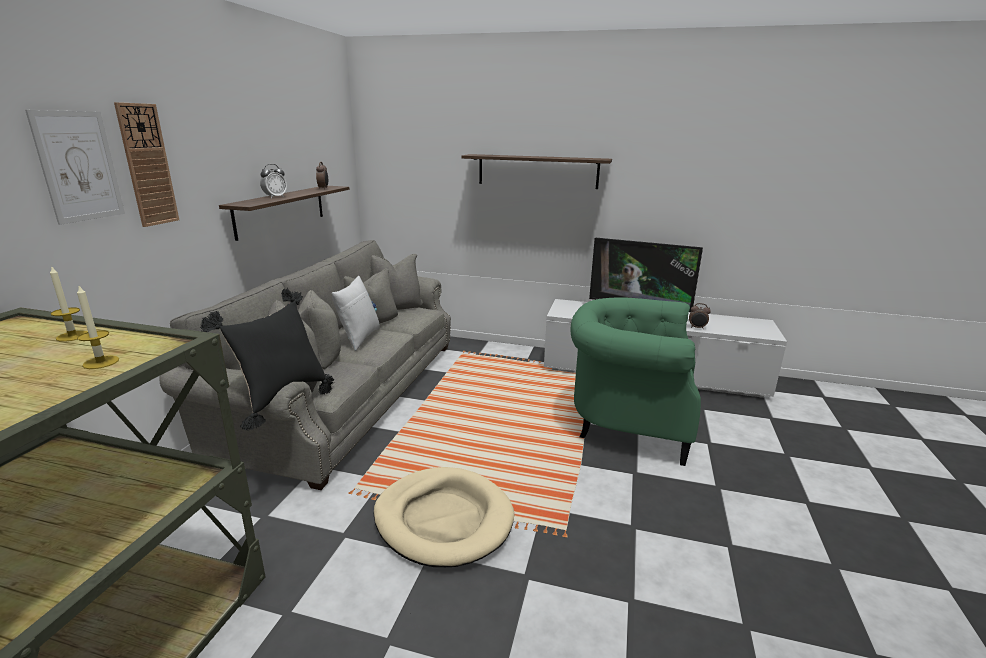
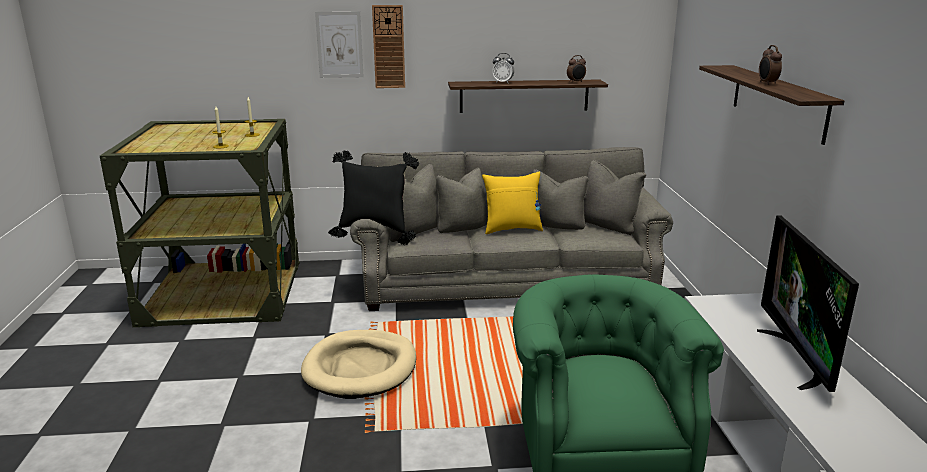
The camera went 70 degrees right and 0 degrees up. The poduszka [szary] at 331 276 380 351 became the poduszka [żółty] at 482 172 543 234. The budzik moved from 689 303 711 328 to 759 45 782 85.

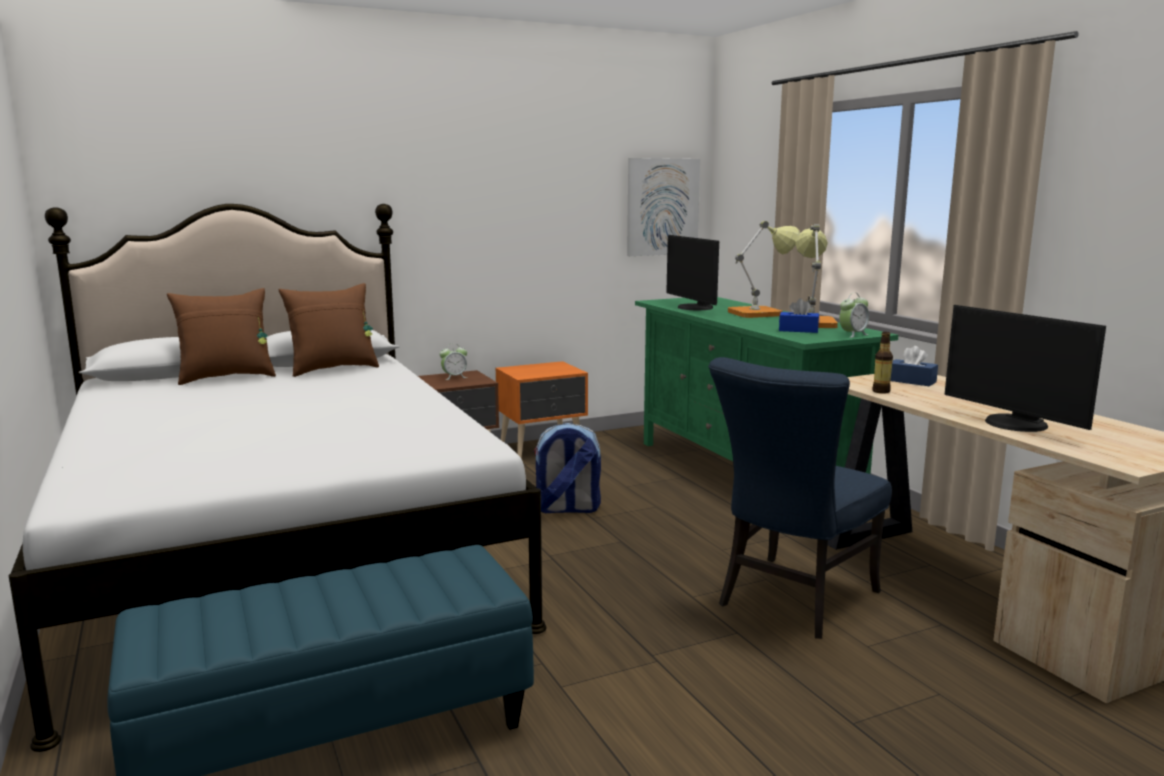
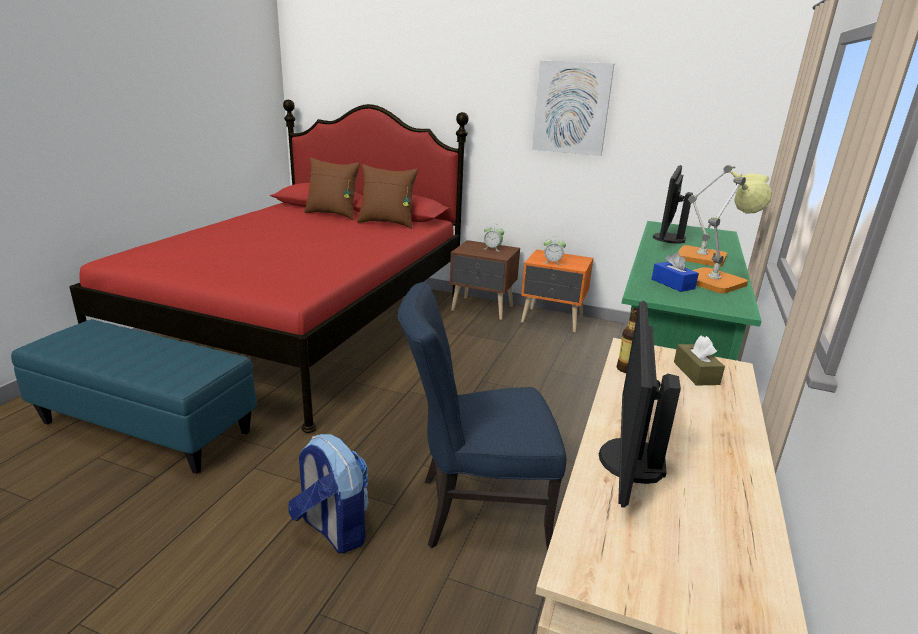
The camera went 45 degrees right and 10 degrees up. The łóżko [biały] at 8 204 547 752 became the łóżko [czerwony] at 69 100 469 433. The plecak moved from 534 423 601 513 to 288 434 369 553. The obraz moved from 627 158 700 256 to 532 61 614 156. The budzik moved from 839 293 869 338 to 544 236 566 265. The pudełko chusteczek [niebieski] at 890 346 938 386 became the pudełko chusteczek [brązowy] at 674 336 725 386.

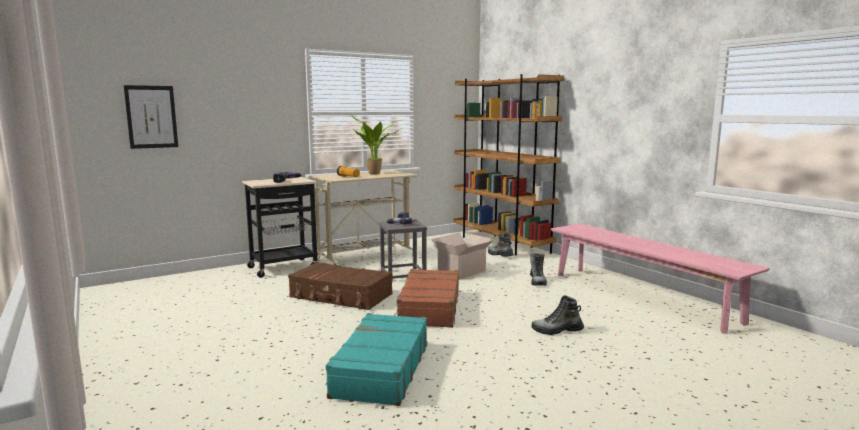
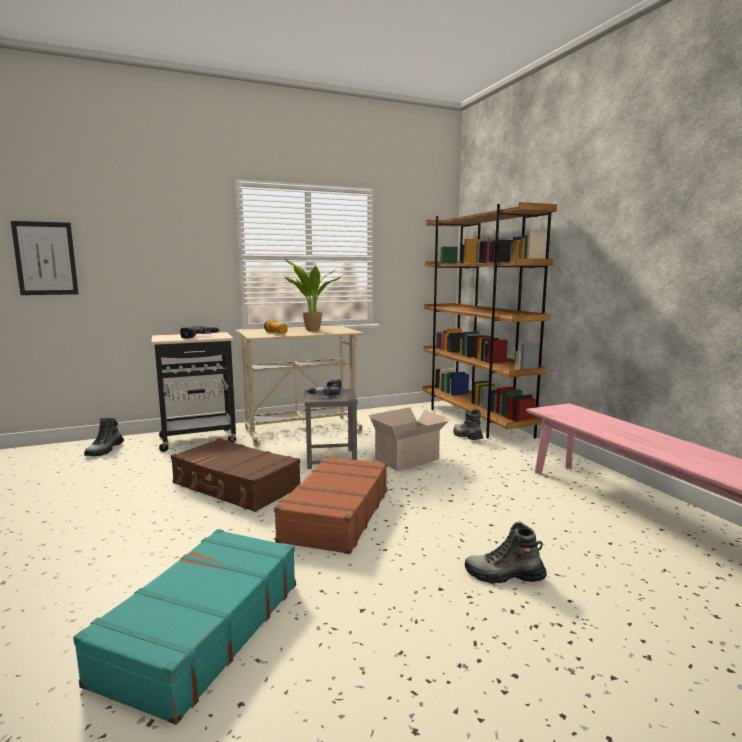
The camera went 10 degrees right and 0 degrees up. The but z cholewką moved from 530 254 547 286 to 84 418 124 456.

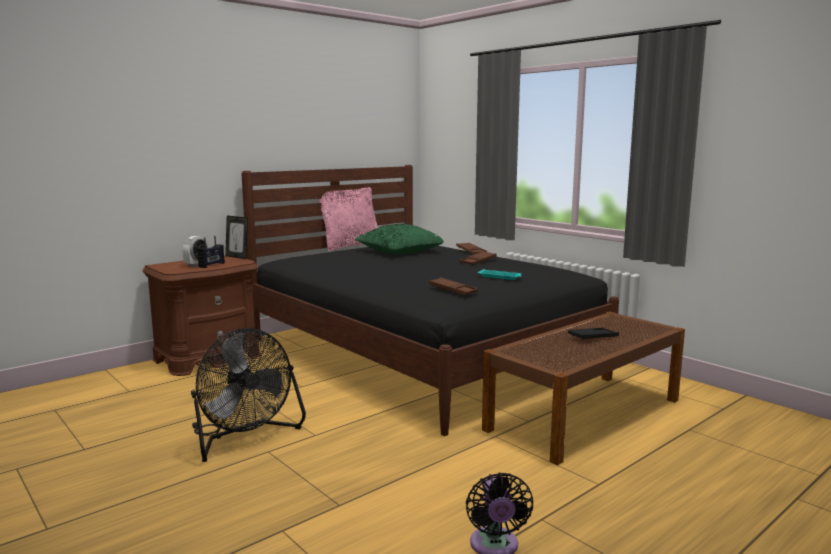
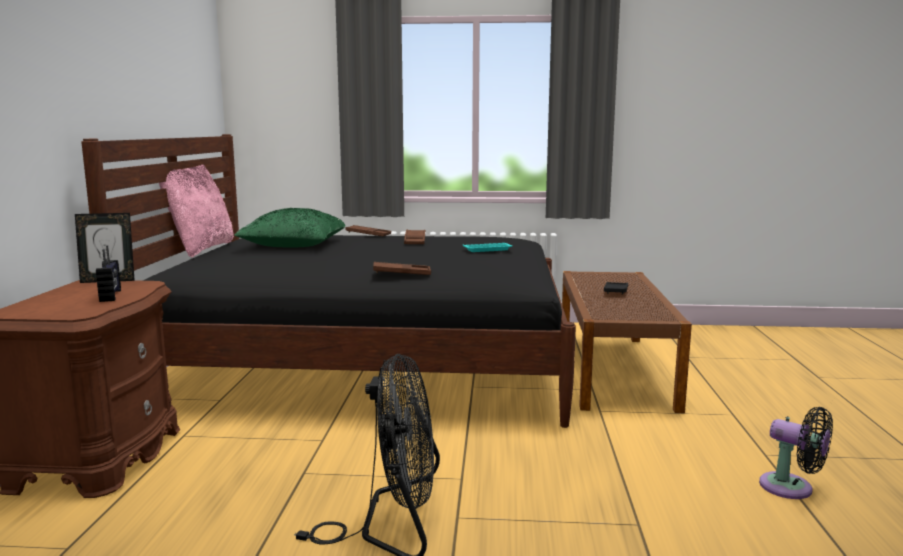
The camera went 45 degrees left and 0 degrees up. The taca [brązowy] moved from 429 278 478 295 to 373 262 431 275. The budzik at 182 236 208 267 disappeared.

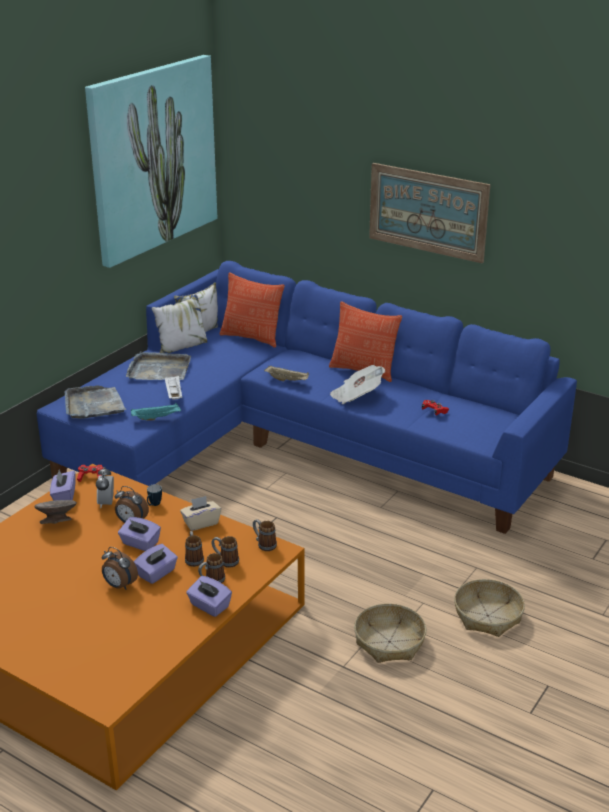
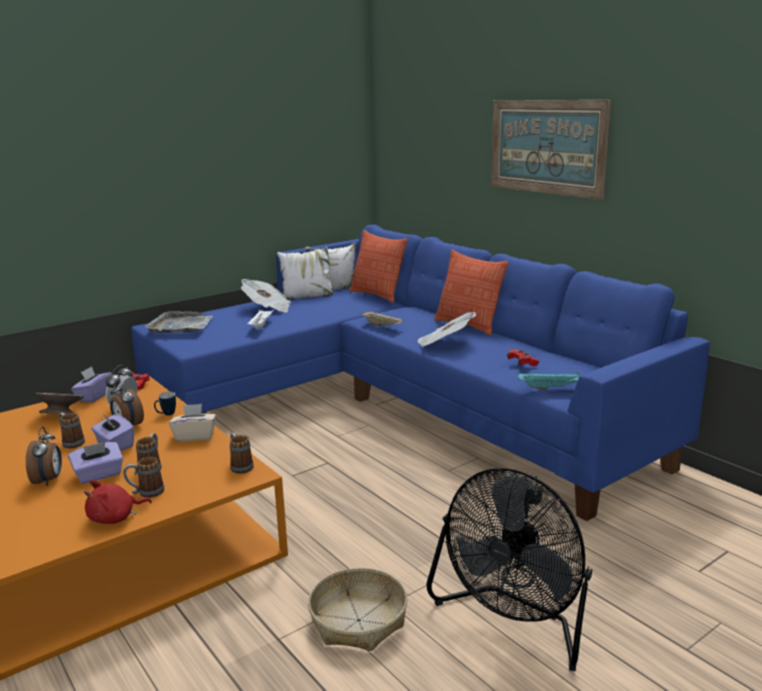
The camera went 20 degrees right and 10 degrees down. The budzik at 102 547 138 590 turned 150 degrees counterclockwise. The kubek moved from 212 536 239 568 to 59 412 85 448. The pudełko chusteczek [fioletowy] at 186 576 232 617 was replaced by the pluszak [czerwony] at 84 480 152 524. The taca [szary] at 126 351 191 380 was replaced by the gazeta at 241 279 291 312. The koszyk at 454 579 525 637 was replaced by the wentylator [czarny] at 427 468 592 671. The taca [turkusowy] moved from 131 403 181 421 to 518 372 580 390. The obraz at 85 55 217 268 disappeared.

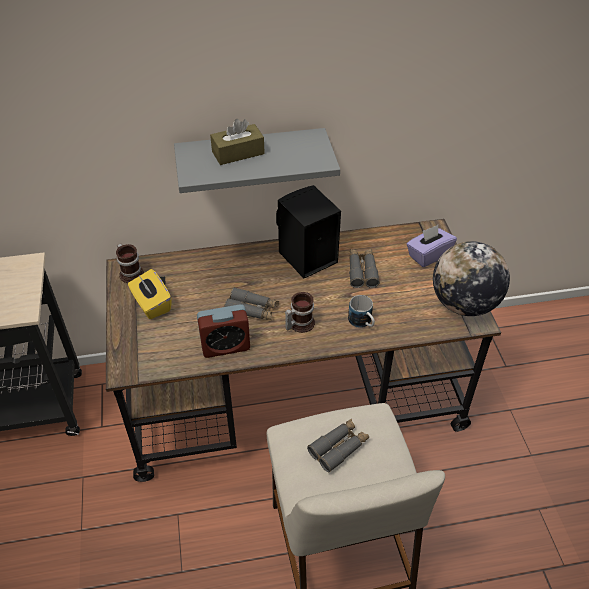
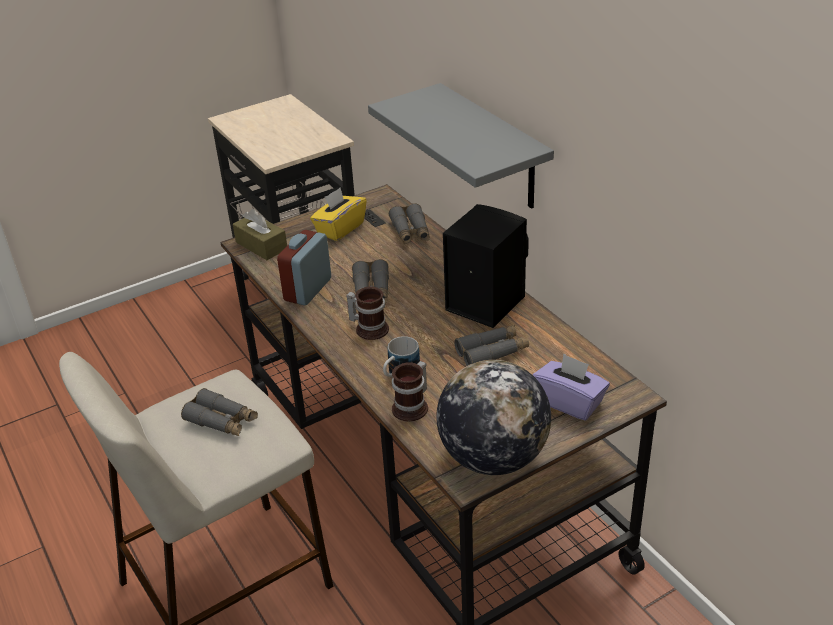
The camera went 70 degrees right and 10 degrees down. The pudełko chusteczek [brązowy] moved from 210 119 265 165 to 233 209 287 260. The budzik at 197 304 250 358 turned 60 degrees clockwise. The lornetka [szary] at 389 203 430 244 appeared. The kubek moved from 116 244 144 283 to 392 361 428 422.

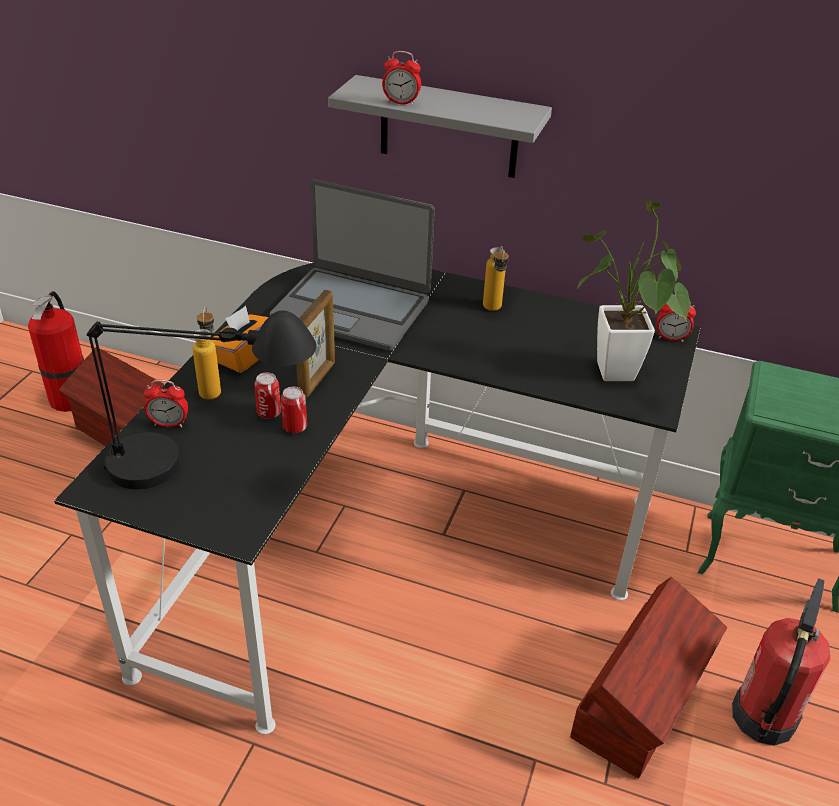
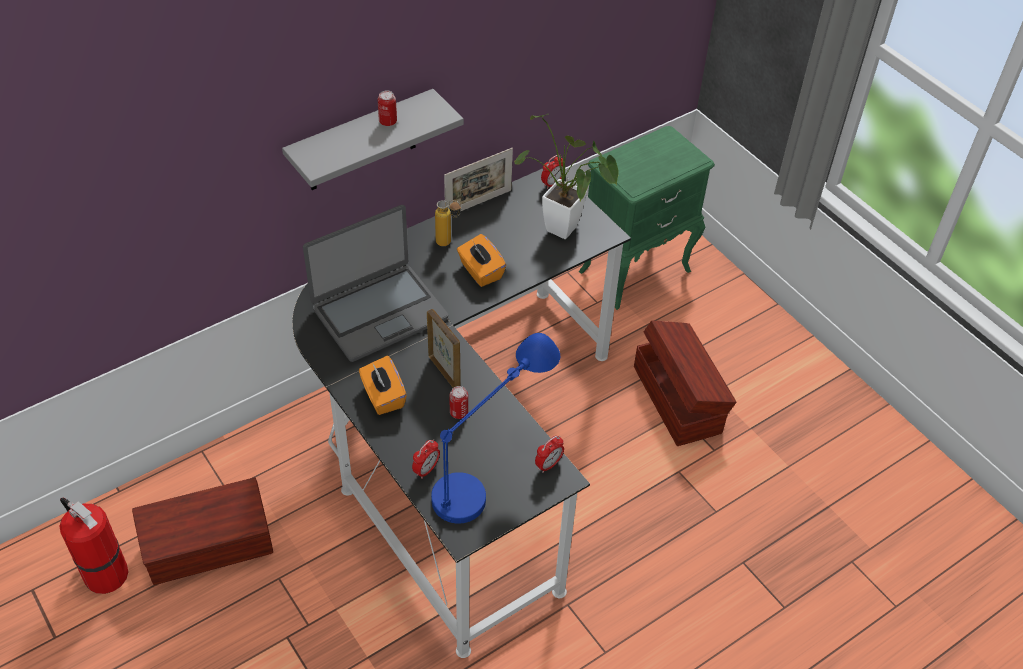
The camera went 55 degrees left and 10 degrees up. The puszka moved from 281 387 307 433 to 378 90 397 126. The lampa stołowa [czarny] at 86 310 317 489 became the lampa stołowa [niebieski] at 431 333 560 524. The ramka na zdjęcie at 444 148 513 212 appeared. The pudełko chusteczek [pomarańczowy] at 457 234 506 287 appeared. The budzik moved from 382 51 421 106 to 535 436 564 473. The butelka at 193 306 221 399 disappeared. The gaśnica at 732 578 830 746 disappeared.

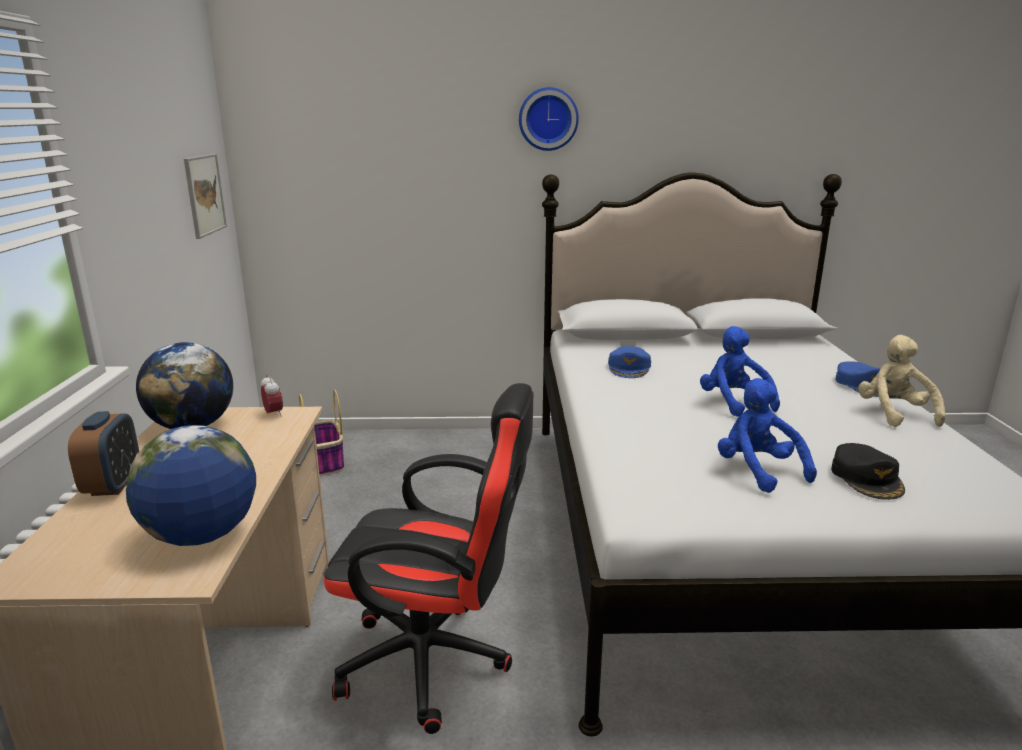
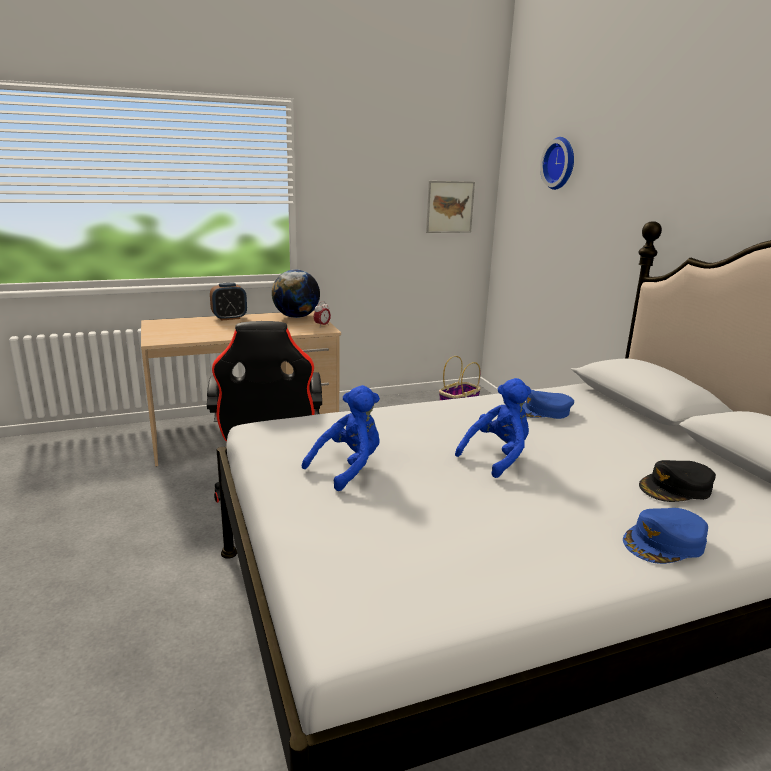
The camera went 70 degrees right and 0 degrees up. The zegar ścienny moved from 519 87 579 151 to 540 137 574 190. The czapka z daszkiem [czarny] moved from 831 443 905 500 to 639 460 716 502. The globus at 126 425 256 546 disappeared. The pluszak [beżowy] at 858 335 946 427 disappeared.

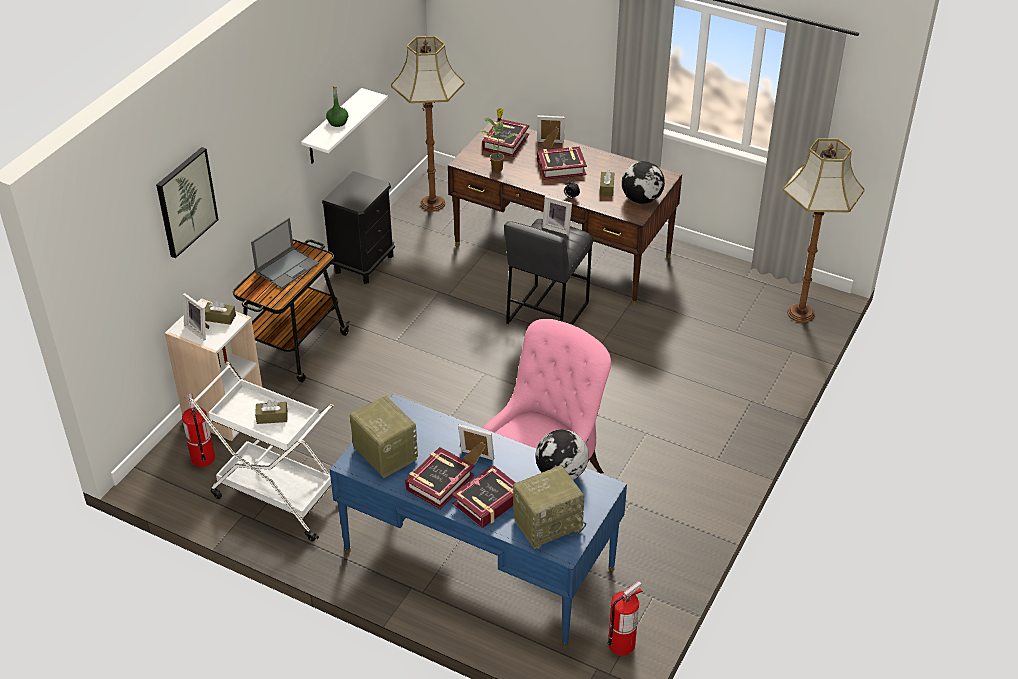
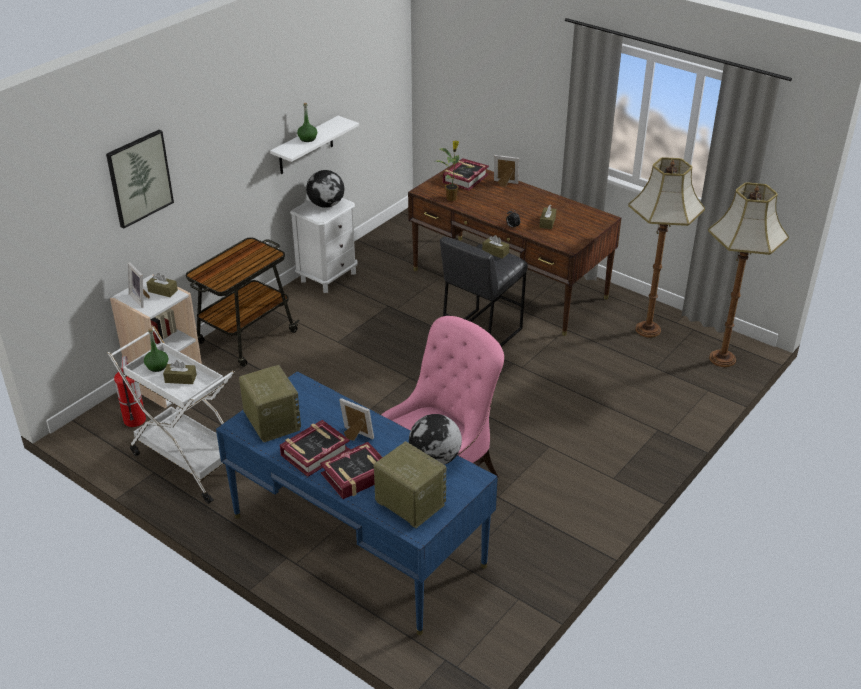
The camera went 10 degrees right and 5 degrees down. The butelka [zielony] at 144 328 169 372 appeared. The szafka nocna [czarny] at 322 171 395 284 became the szafka nocna [biały] at 290 198 358 293. The globus moved from 622 161 665 204 to 306 170 344 208. The radio at 513 465 586 549 turned 120 degrees counterclockwise. The ramka na zdjęcie at 542 196 572 235 was replaced by the pudełko chusteczek [brązowy] at 482 235 509 259. The lampa stojąca moved from 391 36 465 212 to 628 157 705 338. The laptop at 251 218 319 289 disappeared. The książka at 537 146 587 180 disappeared. The gaśnica at 607 581 643 655 disappeared.

